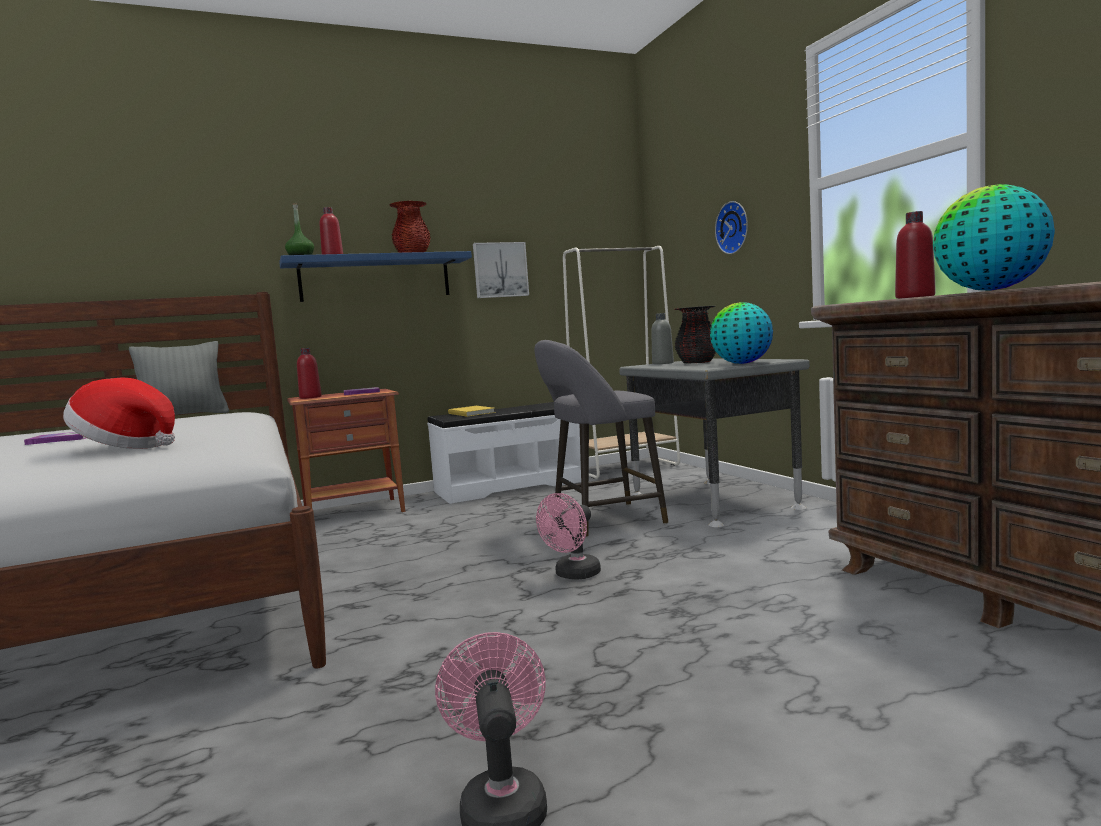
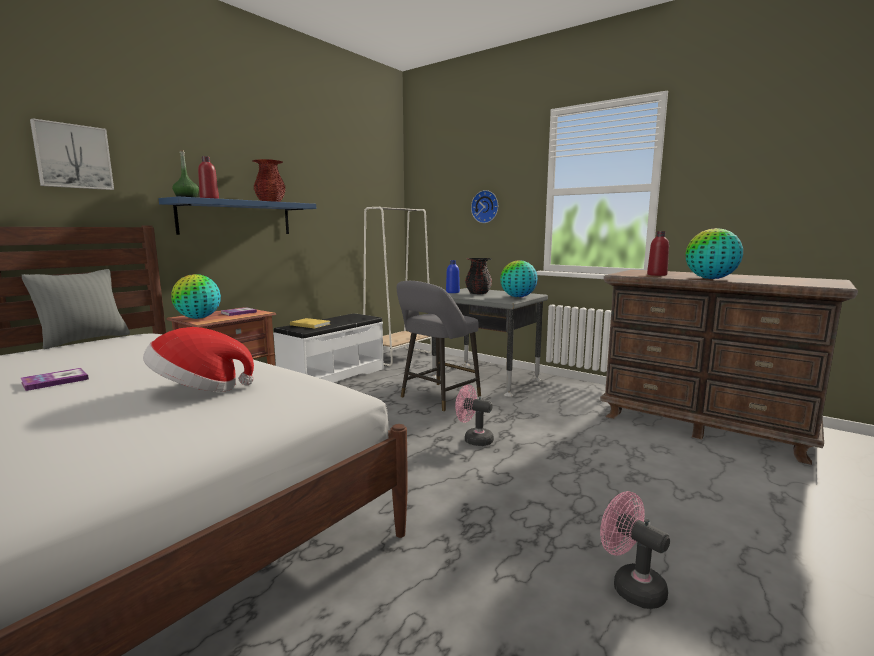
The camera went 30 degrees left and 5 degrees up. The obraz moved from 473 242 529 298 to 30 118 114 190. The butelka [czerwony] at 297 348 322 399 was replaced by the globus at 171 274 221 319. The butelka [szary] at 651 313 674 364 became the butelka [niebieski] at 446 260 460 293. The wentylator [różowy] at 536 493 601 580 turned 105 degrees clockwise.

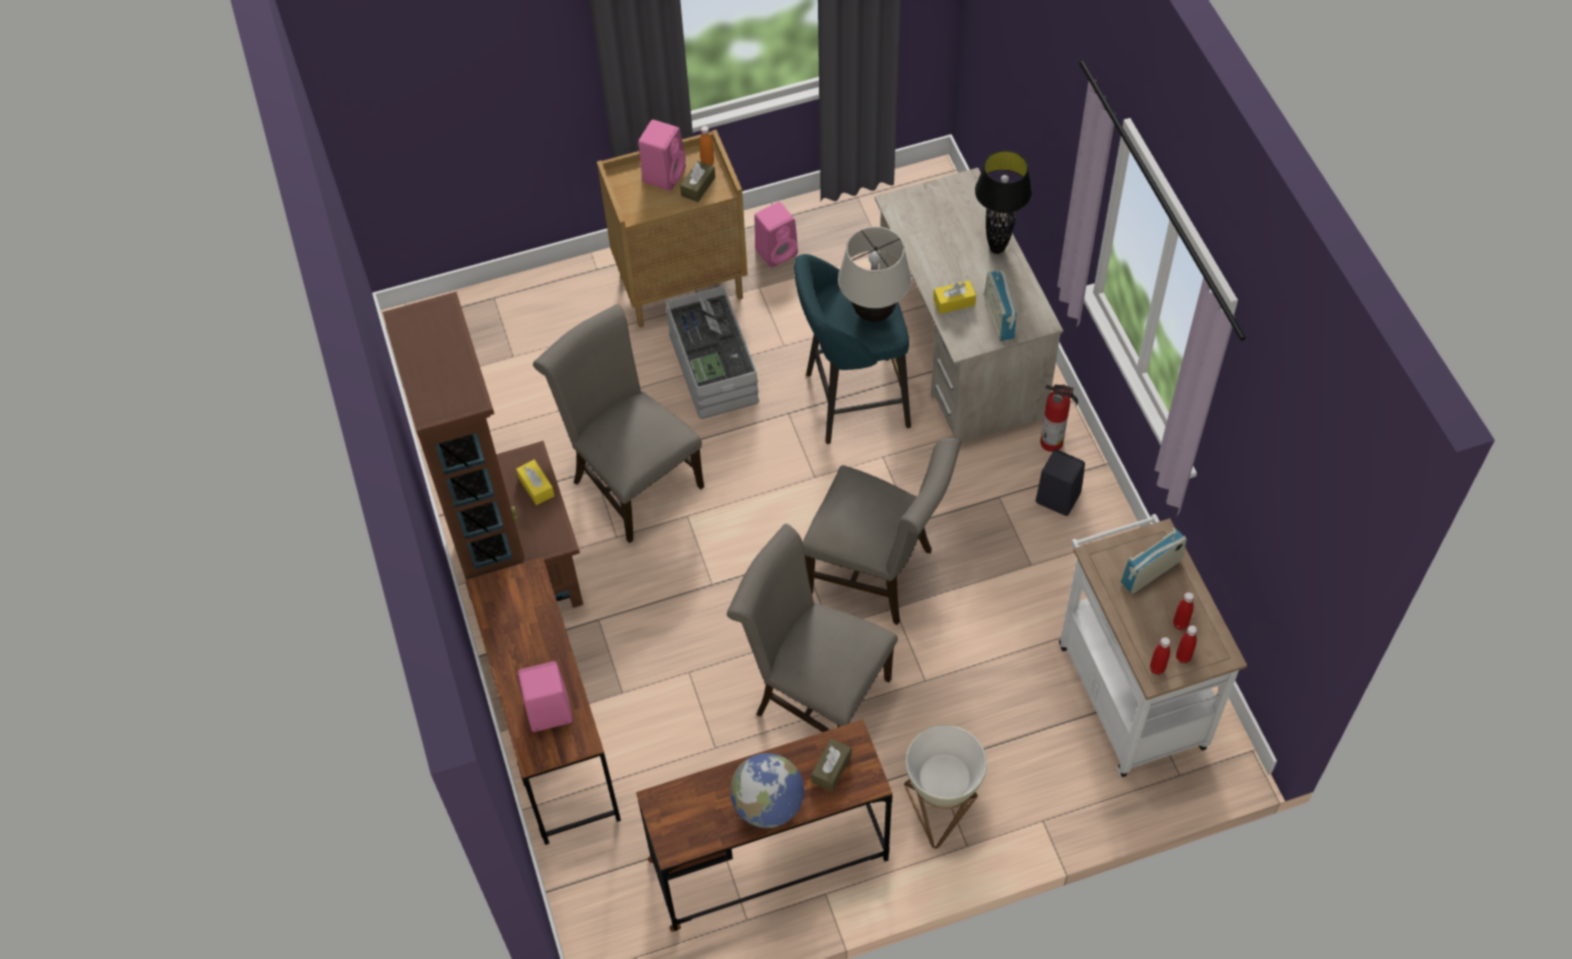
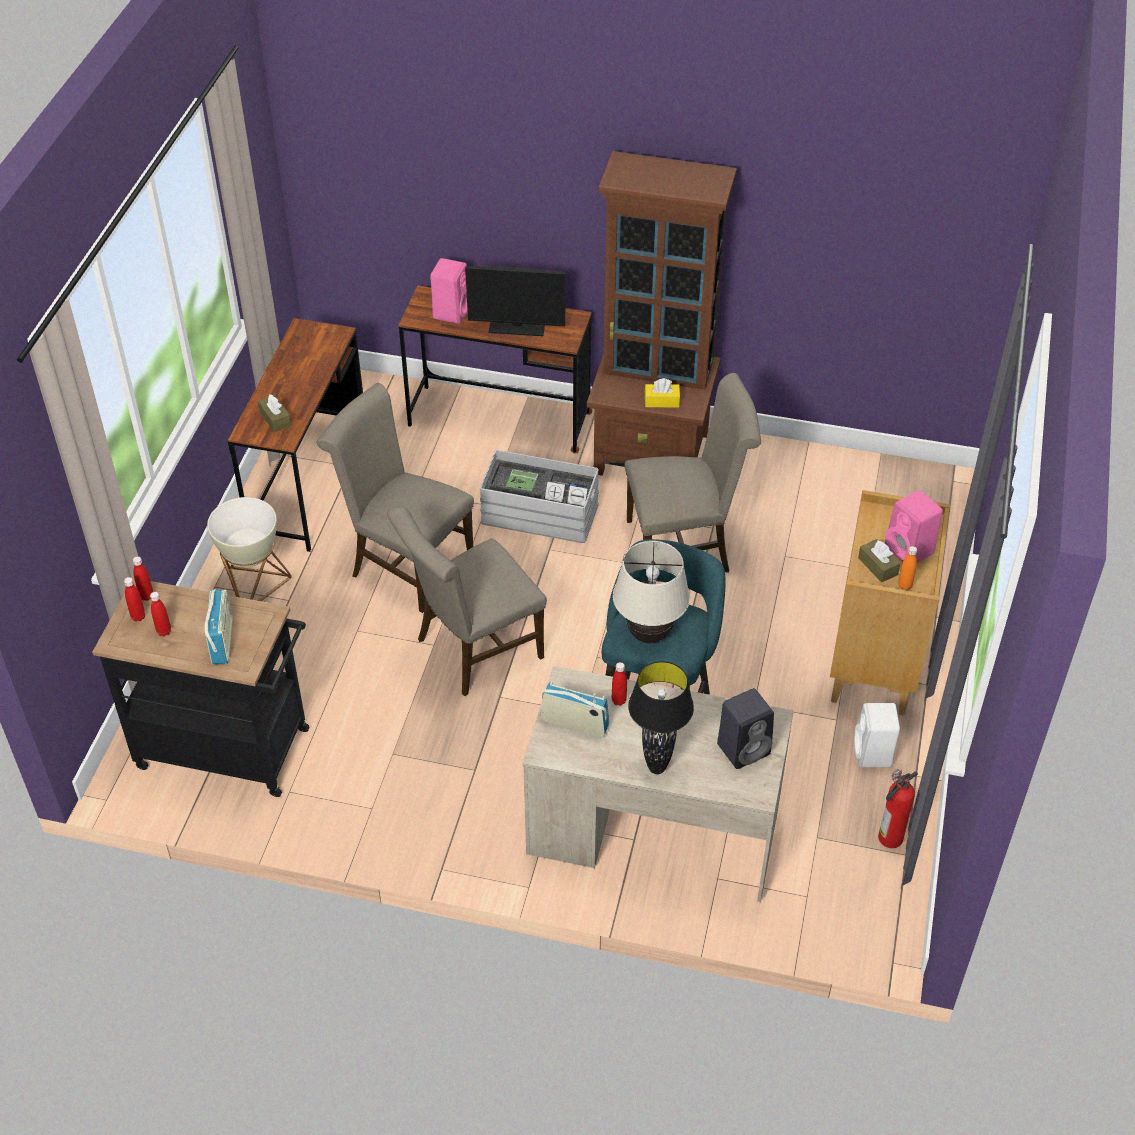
The camera went 120 degrees right and 10 degrees down. The wózek [biały] at 1059 514 1247 778 became the wózek [czarny] at 92 578 310 797. The krzesło [beżowy] at 727 524 898 732 turned 120 degrees counterclockwise. The monitor at 465 266 565 336 appeared. The pojemnik do przechowywania [szary] moved from 666 286 759 419 to 480 450 599 543. The pudełko chusteczek [żółty] at 933 280 976 314 was replaced by the butelka [czerwony] at 612 662 627 706. The głośnik [czarny] moved from 1036 449 1085 516 to 717 688 774 769. The głośnik [różowy] at 754 202 798 268 became the głośnik [biały] at 854 703 900 767. The gaśnica moved from 1040 384 1078 452 to 878 769 918 848. The globus at 730 753 804 828 disappeared.

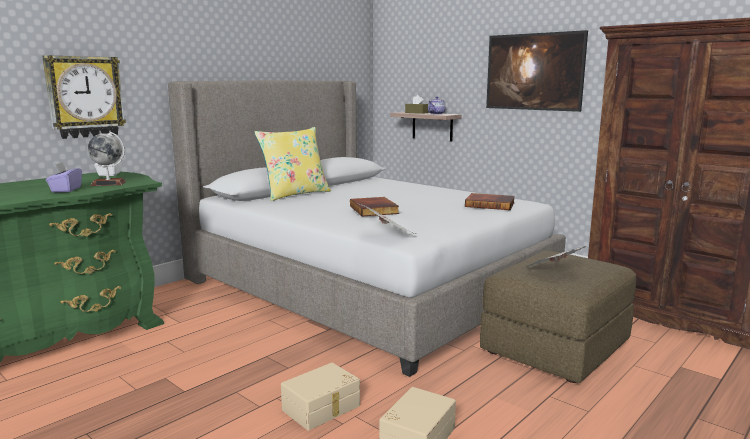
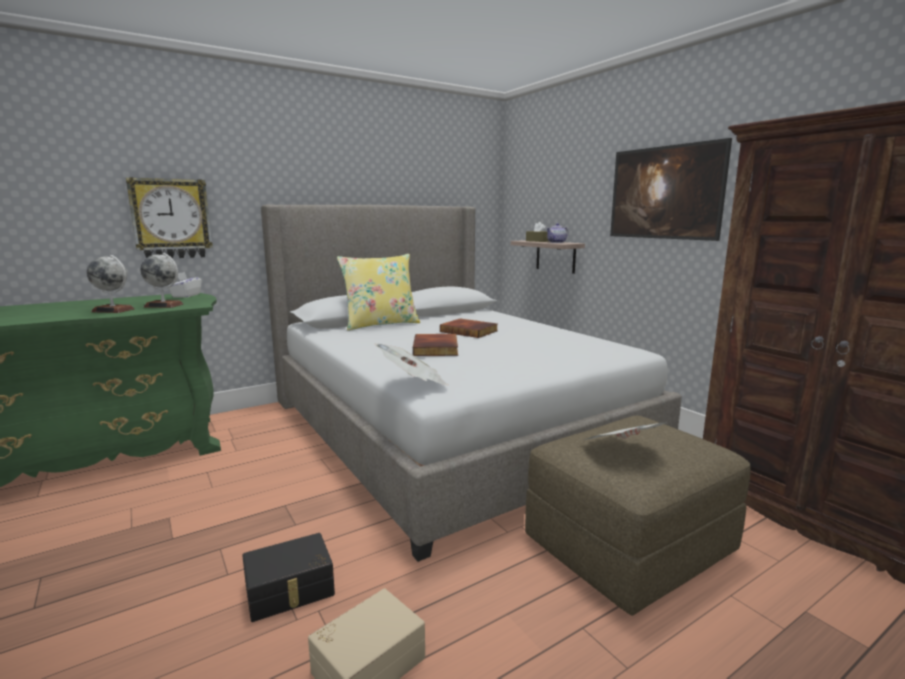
The camera went 15 degrees right and 0 degrees up. The pudełko chusteczek [fioletowy] at 46 162 82 193 was replaced by the globus at 87 255 135 313. The pojemnik do przechowywania [beżowy] at 281 363 360 431 became the pojemnik do przechowywania [czarny] at 242 533 335 622. The książka moved from 465 193 515 210 to 440 318 498 338.

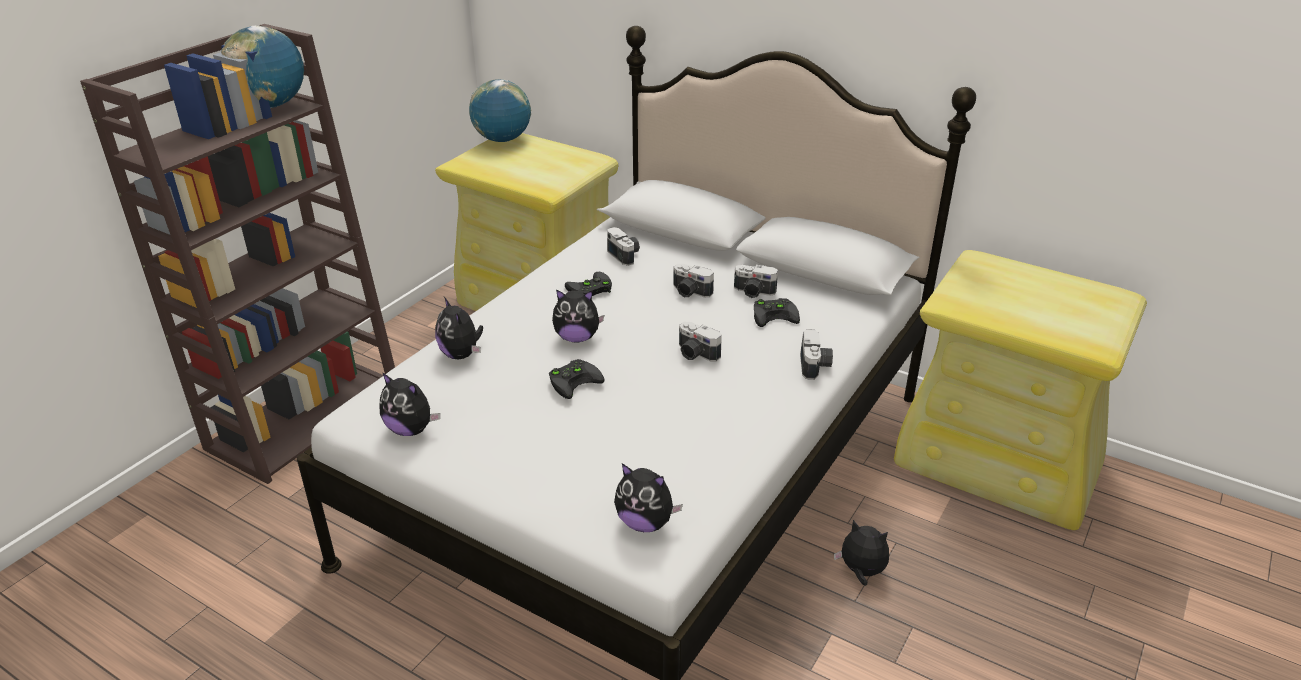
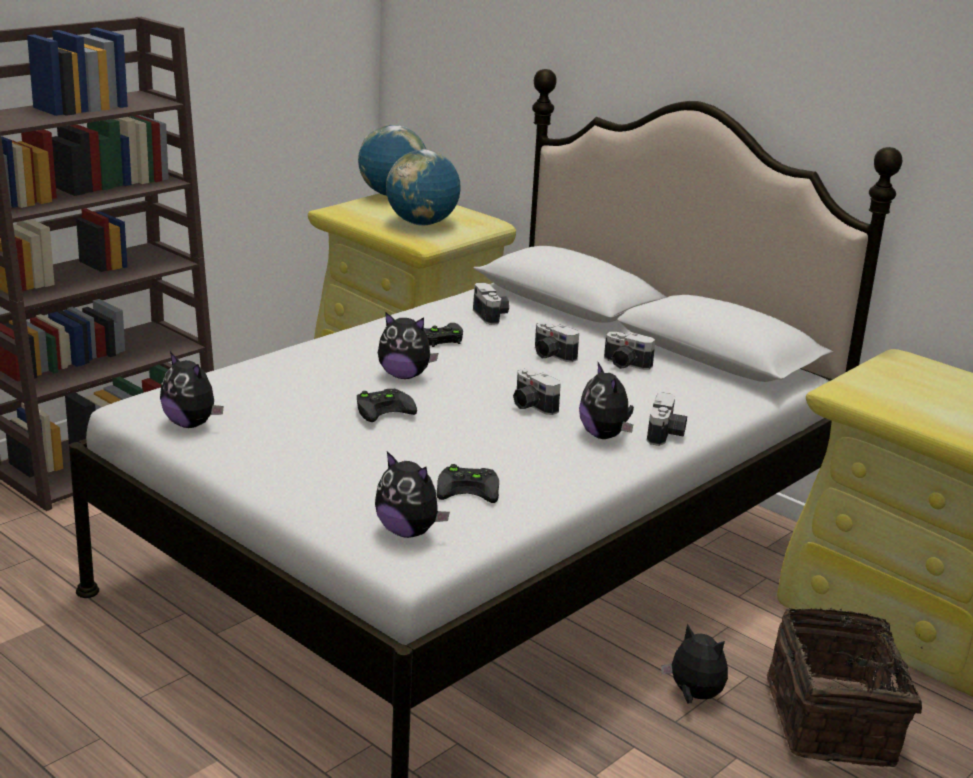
The camera went 10 degrees right and 10 degrees down. The globus moved from 221 26 304 108 to 386 149 461 226. The pad do gier [czarny] moved from 754 298 800 327 to 437 464 499 503. The pluszak moved from 435 297 483 359 to 579 362 634 439. The koszyk at 767 607 923 767 appeared.

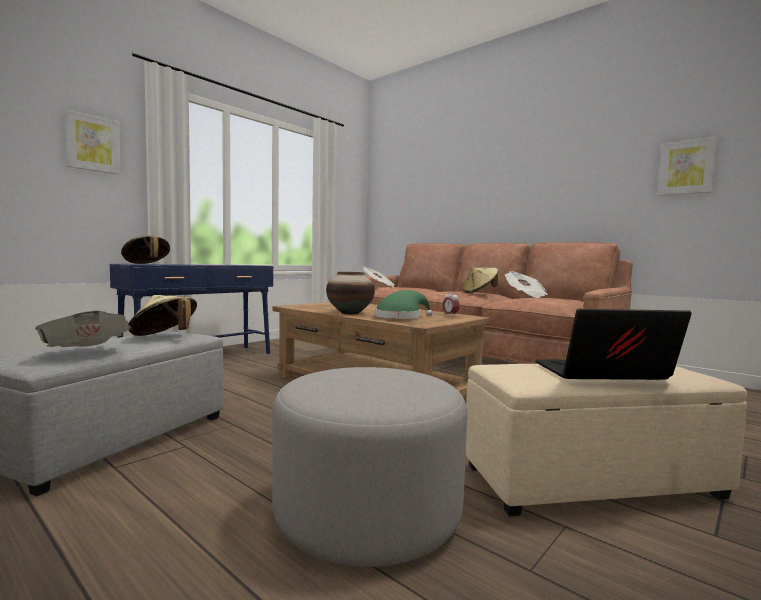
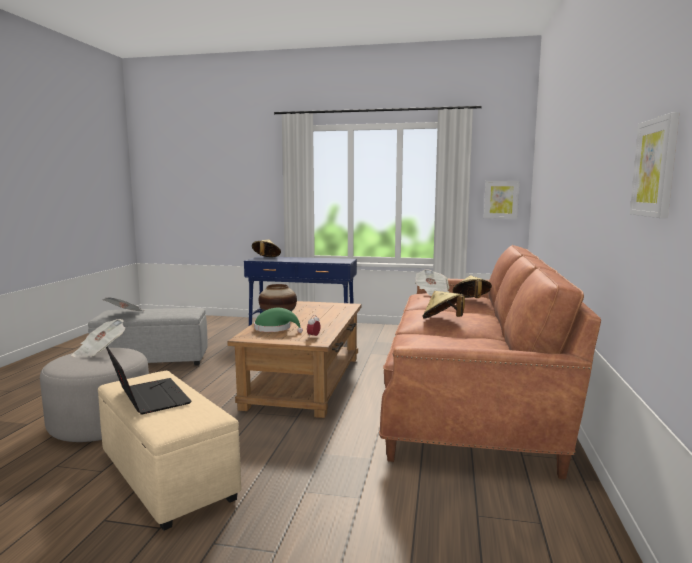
The camera went 60 degrees right and 5 degrees up. The gazeta moved from 505 271 548 298 to 71 319 125 357. The kapelusz [beżowy] moved from 129 295 197 336 to 453 275 492 298. The obraz moved from 64 109 121 174 to 484 181 520 219.

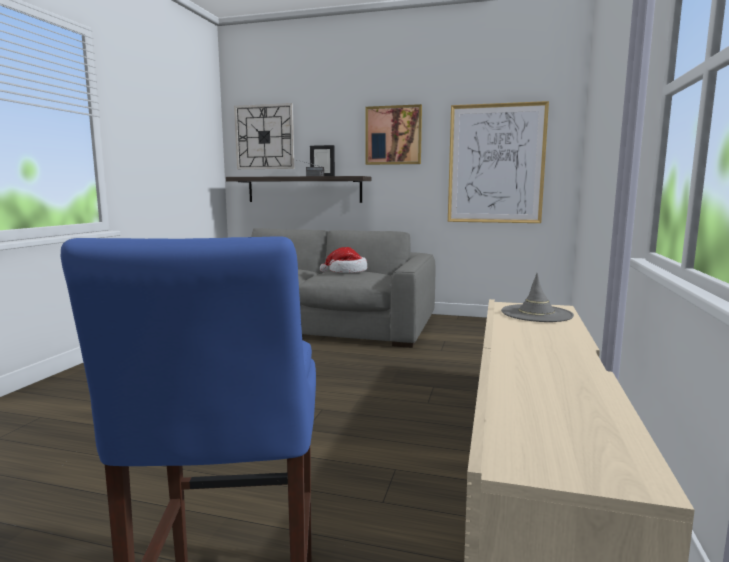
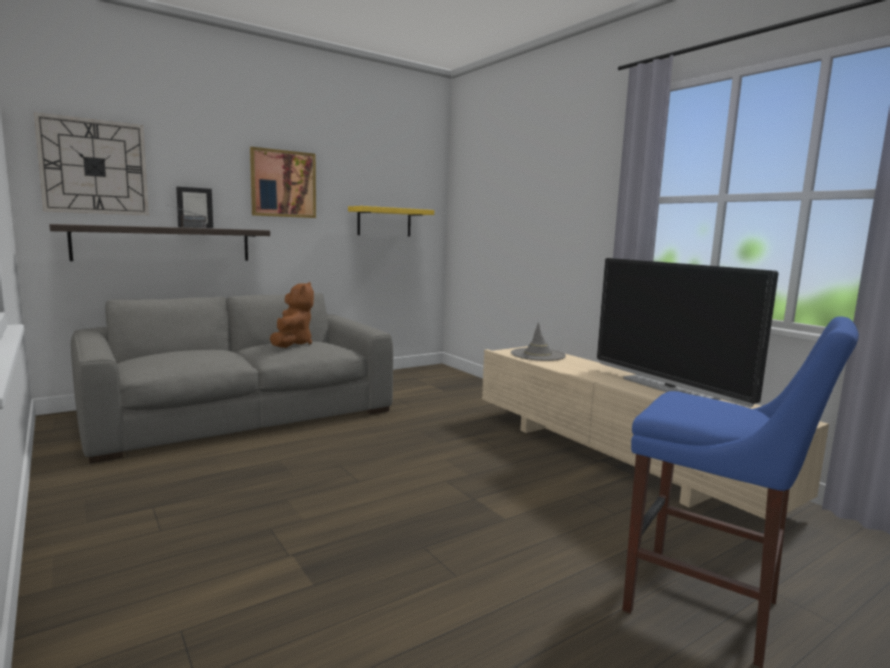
The camera went 50 degrees left and 0 degrees up. The kapelusz at 320 247 367 273 was replaced by the pluszak [brązowy] at 270 282 314 348. The obraz at 448 101 549 223 was replaced by the półka [żółty] at 348 206 434 236. The telewizor at 597 258 779 407 appeared.

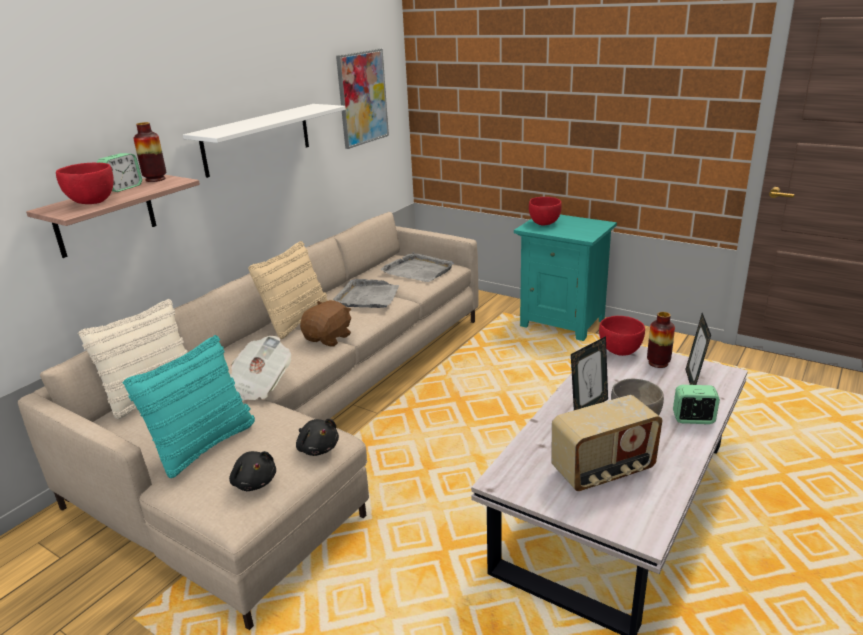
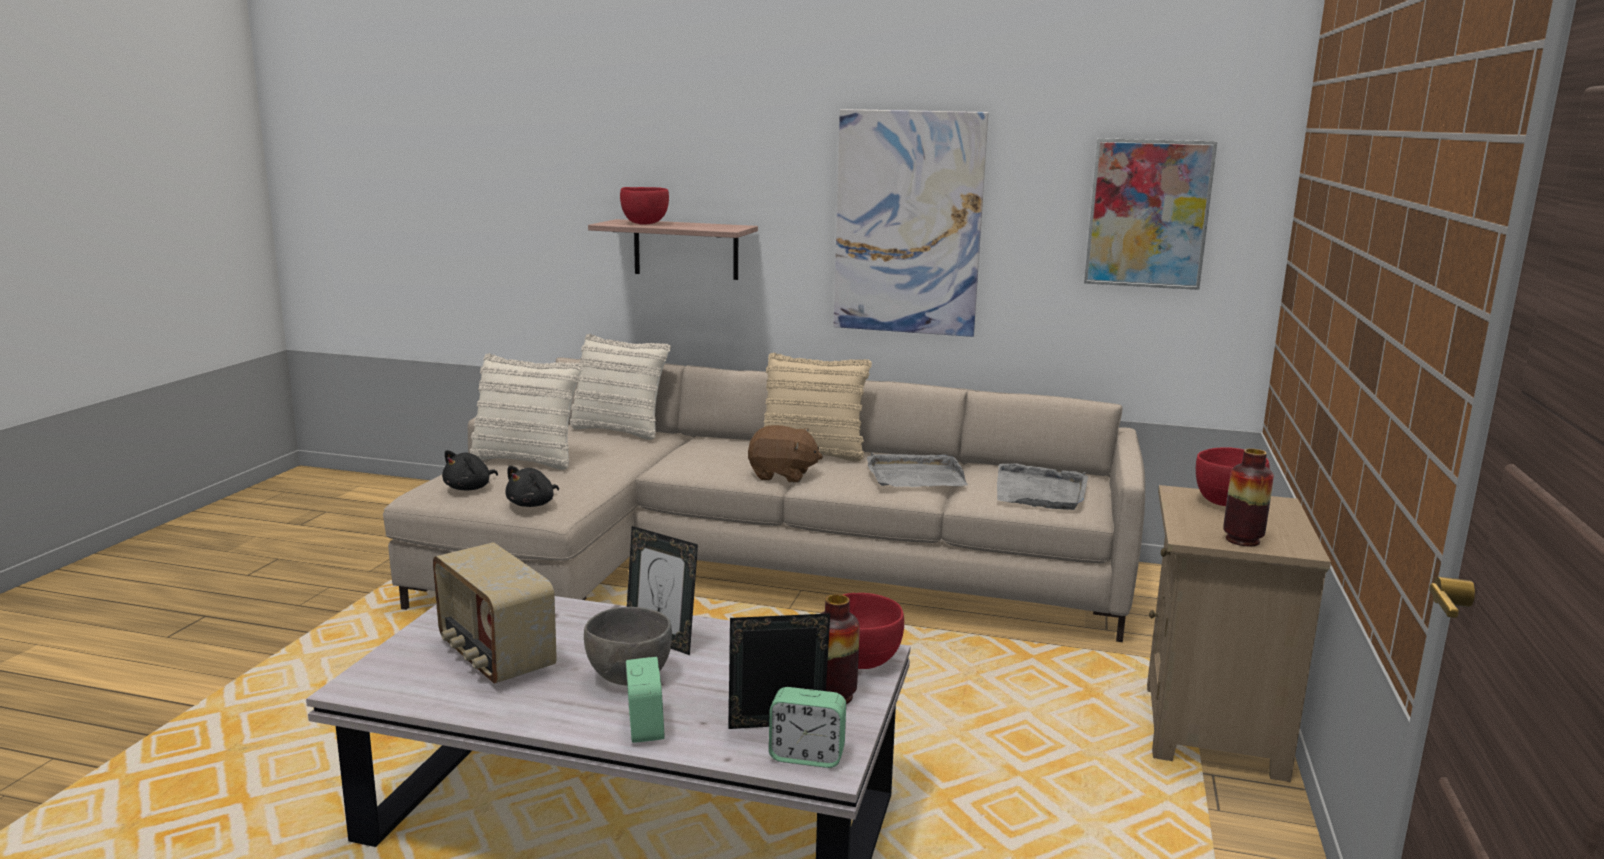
The camera went 70 degrees right and 10 degrees down. The poduszka [turkusowy] at 123 335 255 478 became the poduszka [beżowy] at 470 353 583 470. The budzik moved from 97 153 142 192 to 769 687 846 768. The półka [biały] at 183 104 346 178 was replaced by the obraz at 834 109 989 337. The szafka nocna [turkusowy] at 514 215 617 341 became the szafka nocna [beżowy] at 1147 485 1331 782. The wazon moved from 133 122 166 182 to 1223 448 1274 546. The gazeta at 230 336 291 401 disappeared.

